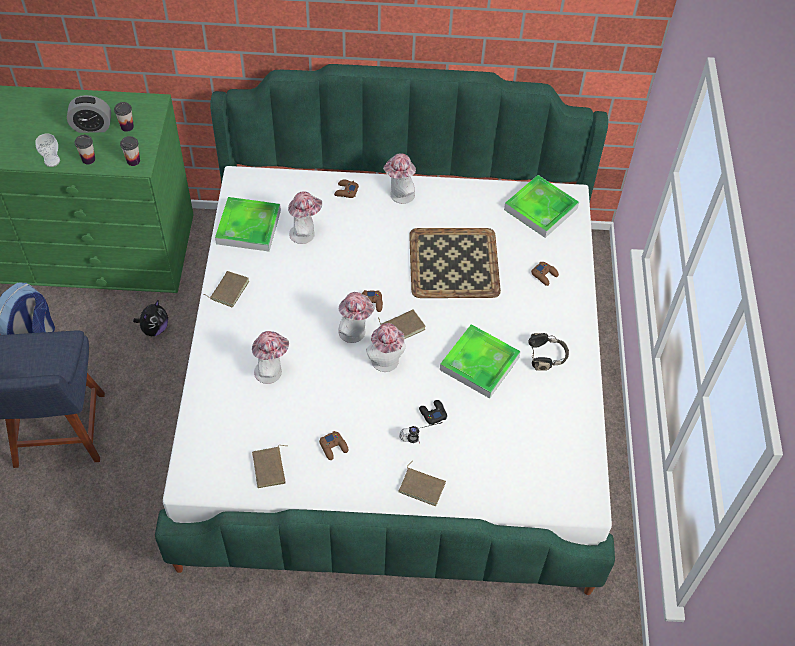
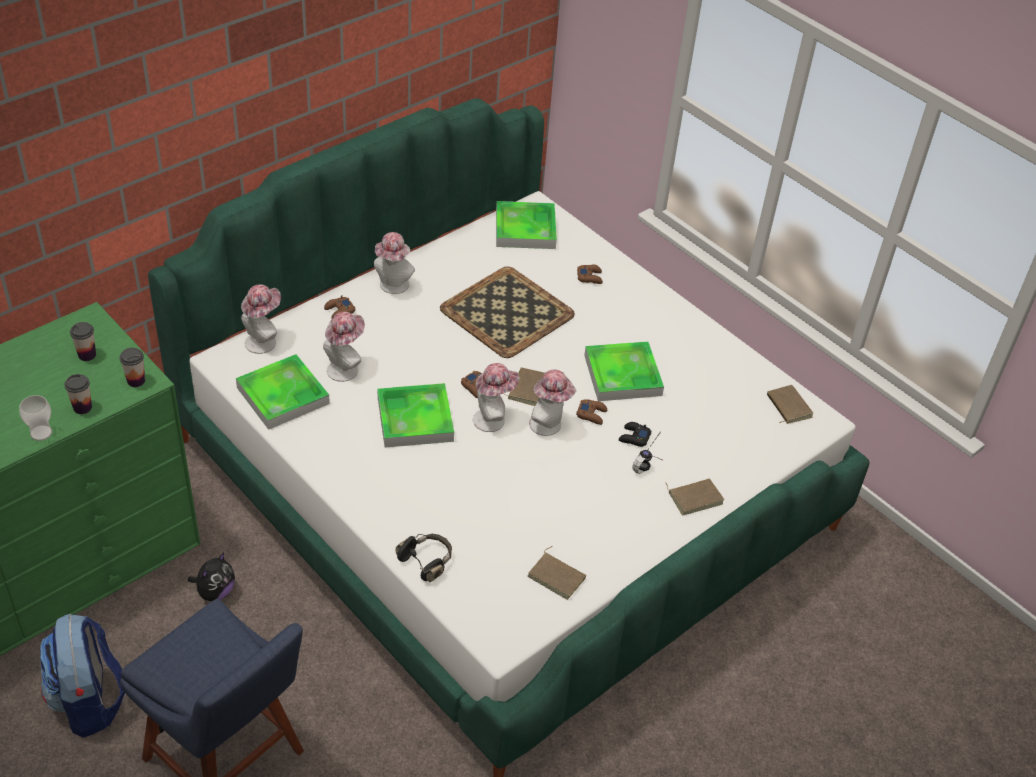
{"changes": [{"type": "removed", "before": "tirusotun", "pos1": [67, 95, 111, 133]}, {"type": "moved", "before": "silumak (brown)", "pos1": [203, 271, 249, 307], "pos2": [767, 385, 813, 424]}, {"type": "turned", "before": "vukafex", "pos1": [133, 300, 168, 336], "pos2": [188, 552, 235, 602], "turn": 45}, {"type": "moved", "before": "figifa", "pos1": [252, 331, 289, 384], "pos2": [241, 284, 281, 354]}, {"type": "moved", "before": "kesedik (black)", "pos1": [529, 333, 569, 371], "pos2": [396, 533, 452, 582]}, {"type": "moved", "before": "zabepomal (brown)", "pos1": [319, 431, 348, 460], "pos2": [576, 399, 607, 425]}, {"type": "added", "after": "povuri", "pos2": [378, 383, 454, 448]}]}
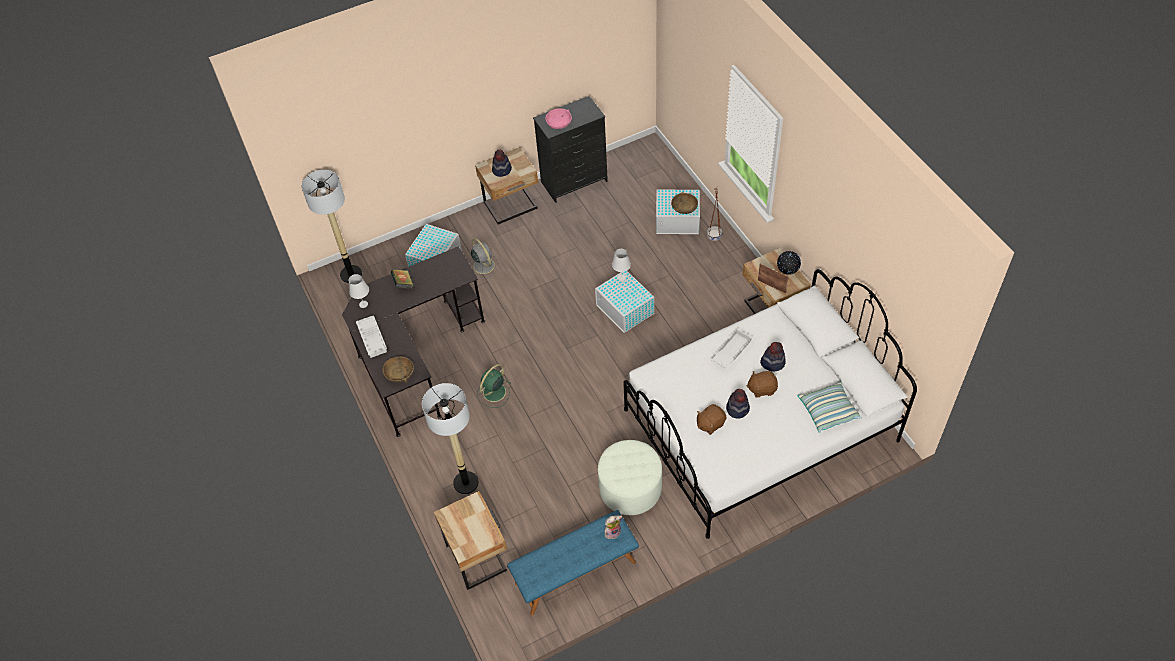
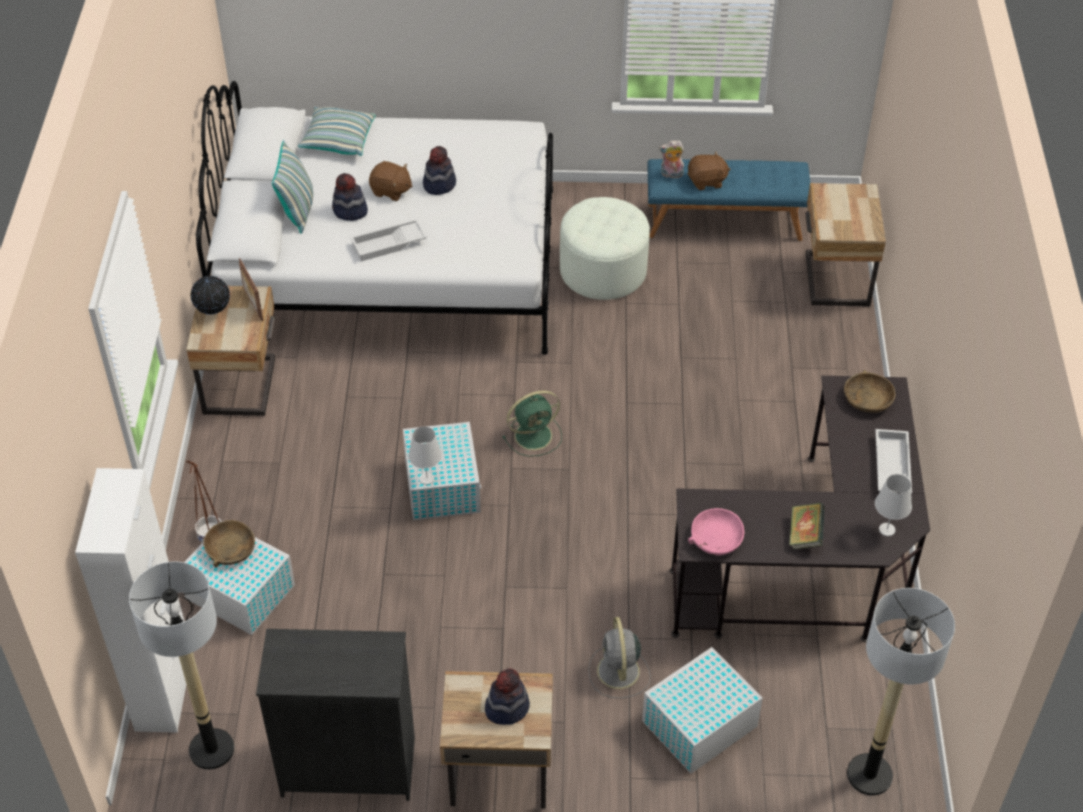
{"changes": [{"type": "moved", "before": "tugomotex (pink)", "pos1": [545, 109, 572, 129], "pos2": [688, 508, 744, 555]}, {"type": "moved", "before": "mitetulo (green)", "pos1": [477, 364, 511, 408], "pos2": [502, 391, 562, 457]}, {"type": "moved", "before": "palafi", "pos1": [422, 383, 479, 494], "pos2": [129, 561, 234, 770]}, {"type": "moved", "before": "vukafex (brown)", "pos1": [697, 404, 727, 435], "pos2": [688, 151, 730, 190]}, {"type": "added", "after": "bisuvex", "pos2": [272, 140, 313, 234]}, {"type": "added", "after": "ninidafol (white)", "pos2": [75, 468, 186, 733]}]}
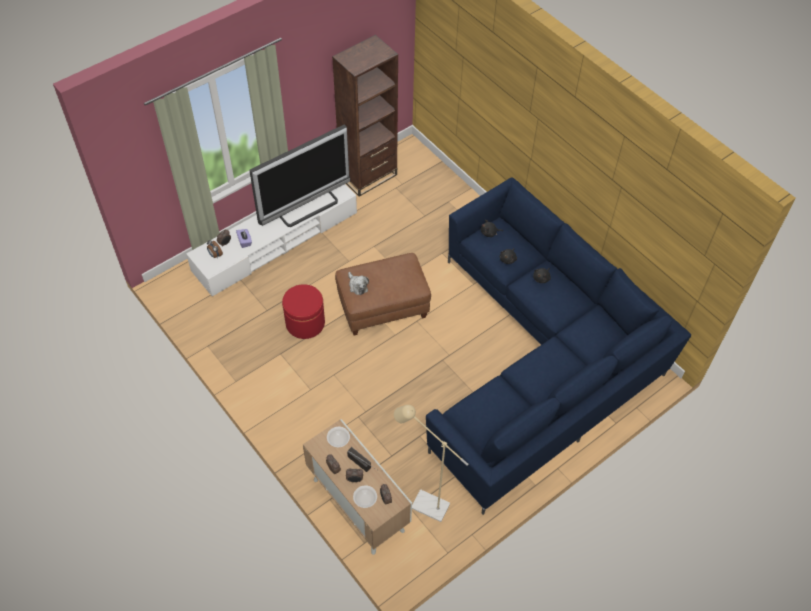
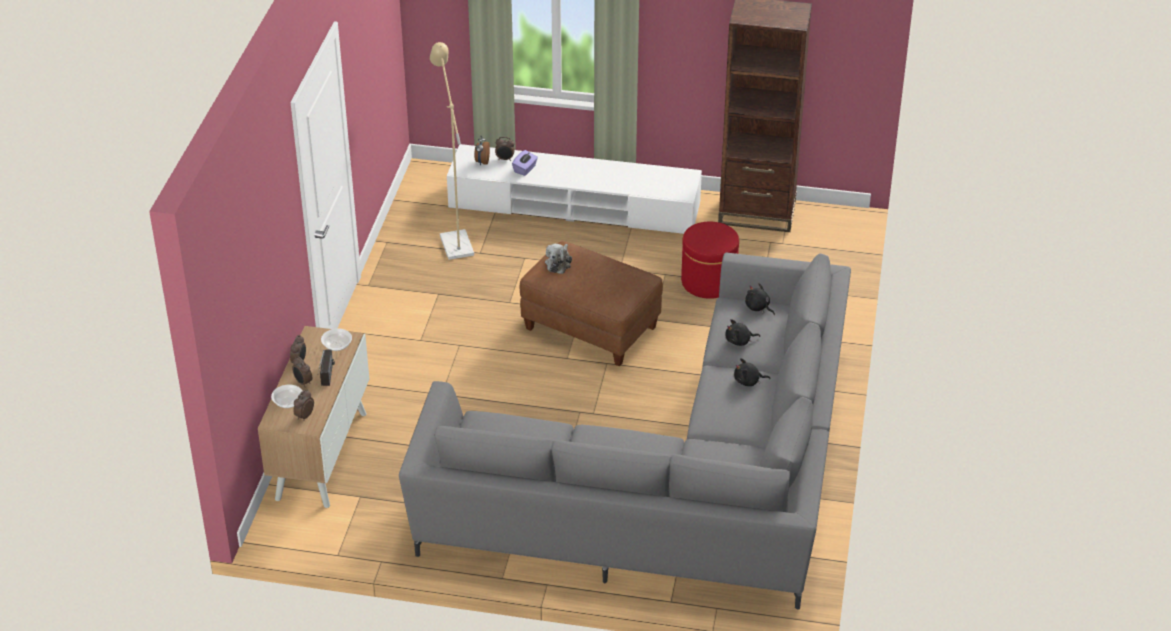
{"changes": [{"type": "removed", "before": "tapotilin", "pos1": [249, 124, 350, 227]}, {"type": "recoloured", "before": "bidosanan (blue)", "after": "bidosanan (grey)", "pos1": [426, 178, 691, 515], "pos2": [399, 253, 851, 609]}, {"type": "moved", "before": "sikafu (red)", "pos1": [282, 284, 325, 339], "pos2": [681, 222, 739, 299]}, {"type": "moved", "before": "palafi (beige)", "pos1": [394, 405, 468, 522], "pos2": [430, 42, 474, 260]}]}
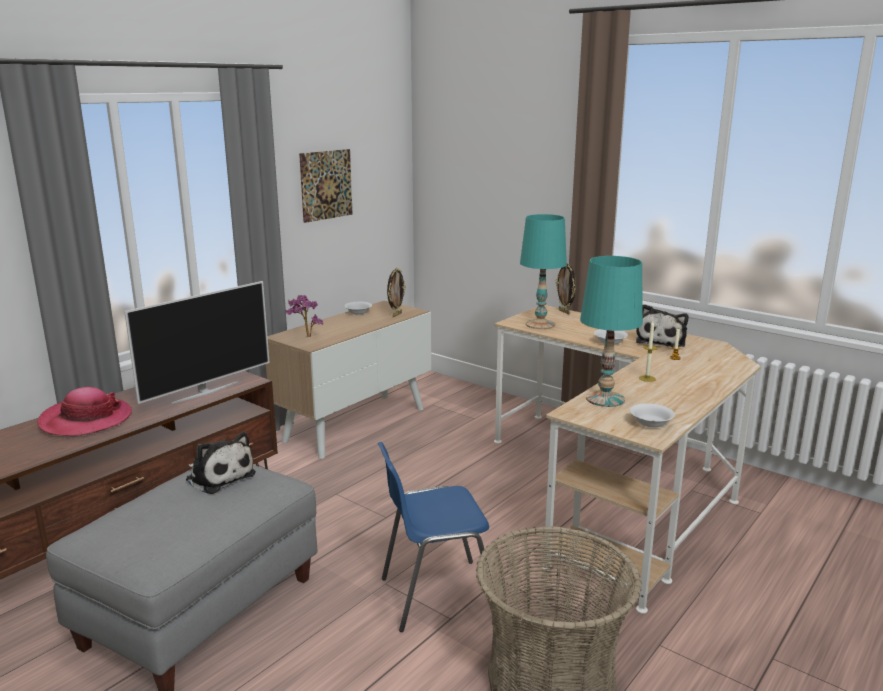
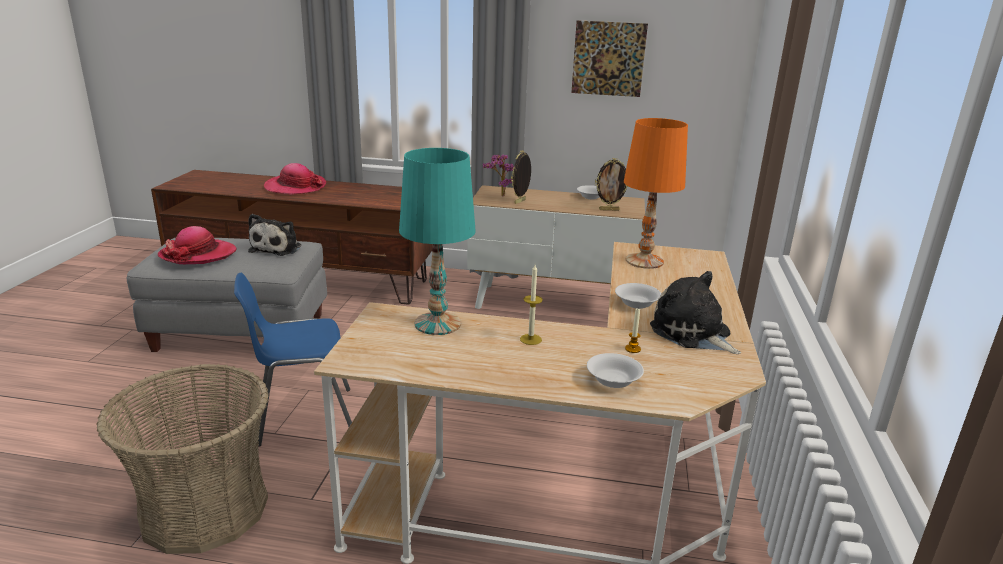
{"changes": [{"type": "recoloured", "before": "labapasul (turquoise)", "after": "labapasul (orange)", "pos1": [520, 214, 567, 329], "pos2": [624, 118, 688, 269]}, {"type": "moved", "before": "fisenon", "pos1": [556, 263, 576, 315], "pos2": [511, 150, 531, 204]}, {"type": "removed", "before": "tapotilin", "pos1": [124, 281, 270, 404]}, {"type": "turned", "before": "vukafex", "pos1": [636, 304, 688, 347], "pos2": [650, 271, 741, 354], "turn": 60}, {"type": "moved", "before": "tugomotex (white)", "pos1": [630, 403, 675, 428], "pos2": [587, 353, 644, 388]}, {"type": "turned", "before": "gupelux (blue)", "pos1": [377, 442, 496, 632], "pos2": [234, 273, 352, 447], "turn": -60}, {"type": "added", "after": "figifa", "pos2": [158, 226, 237, 264]}]}
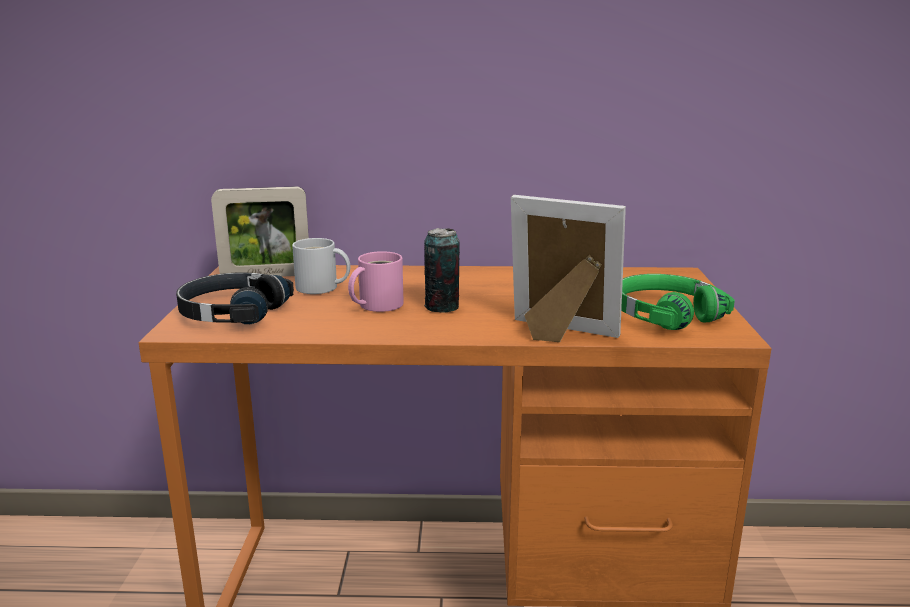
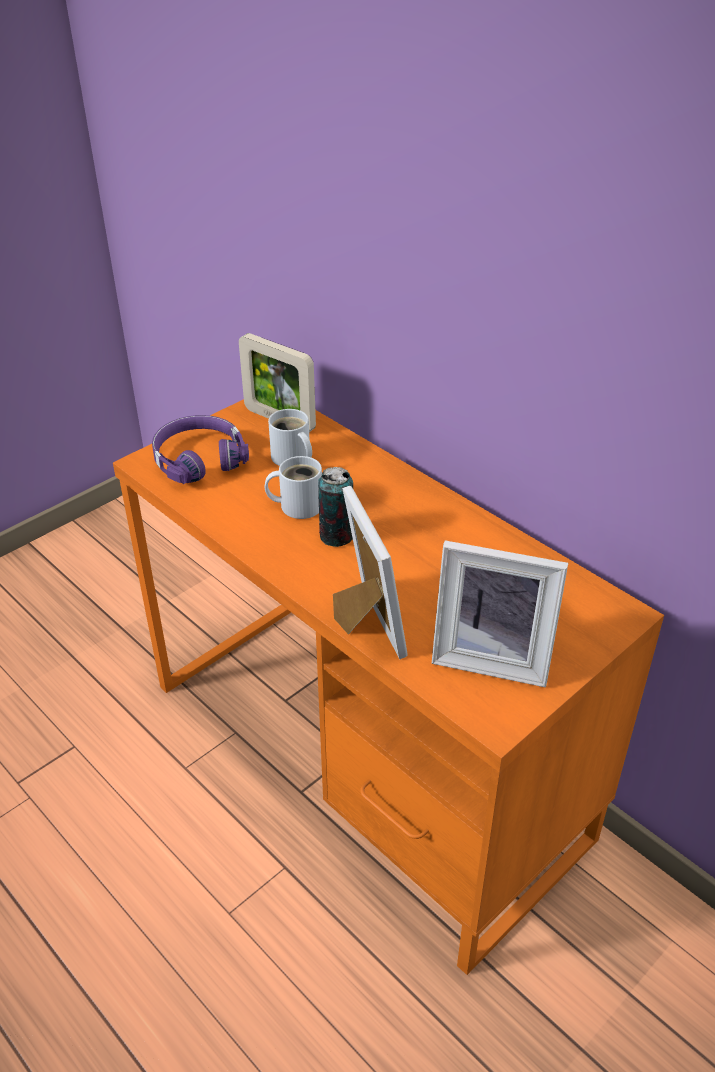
{"changes": [{"type": "recoloured", "before": "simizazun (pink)", "after": "simizazun (white)", "pos1": [348, 251, 404, 312], "pos2": [265, 456, 322, 519]}, {"type": "recoloured", "before": "kesedik (black)", "after": "kesedik (purple)", "pos1": [176, 272, 294, 324], "pos2": [152, 415, 249, 484]}, {"type": "replaced", "before": "kesedik (green)", "after": "fisenon", "pos1": [621, 274, 735, 330], "pos2": [432, 540, 568, 687]}]}
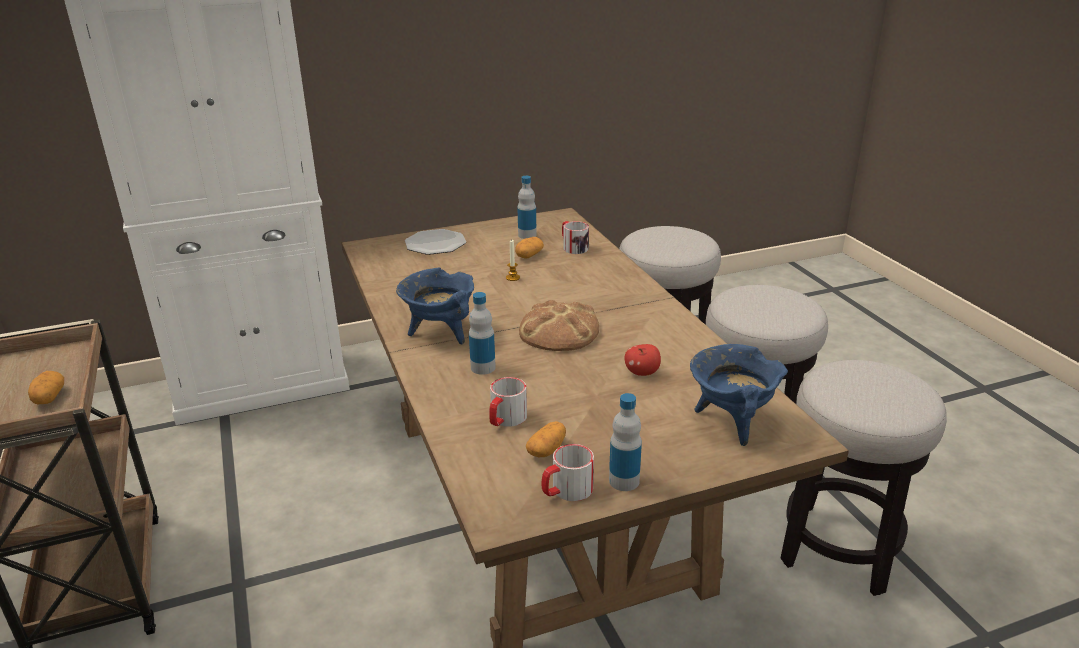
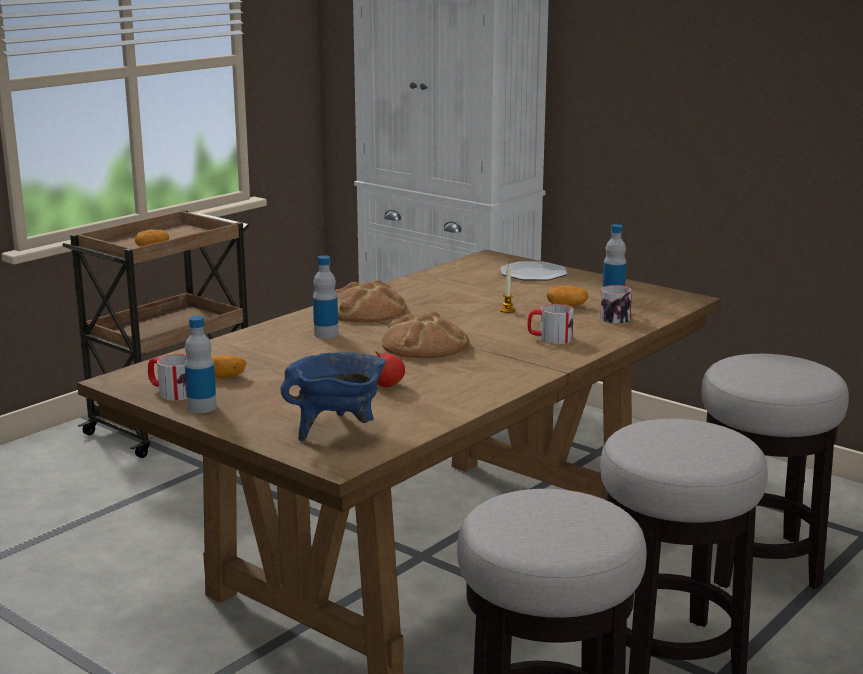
{"changes": [{"type": "replaced", "before": "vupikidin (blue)", "after": "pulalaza", "pos1": [396, 268, 474, 344], "pos2": [335, 279, 407, 322]}, {"type": "moved", "before": "simizazun", "pos1": [489, 377, 527, 427], "pos2": [527, 304, 574, 344]}]}
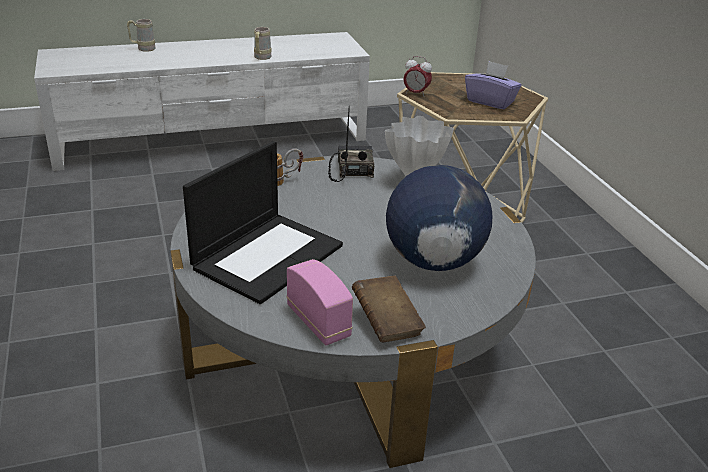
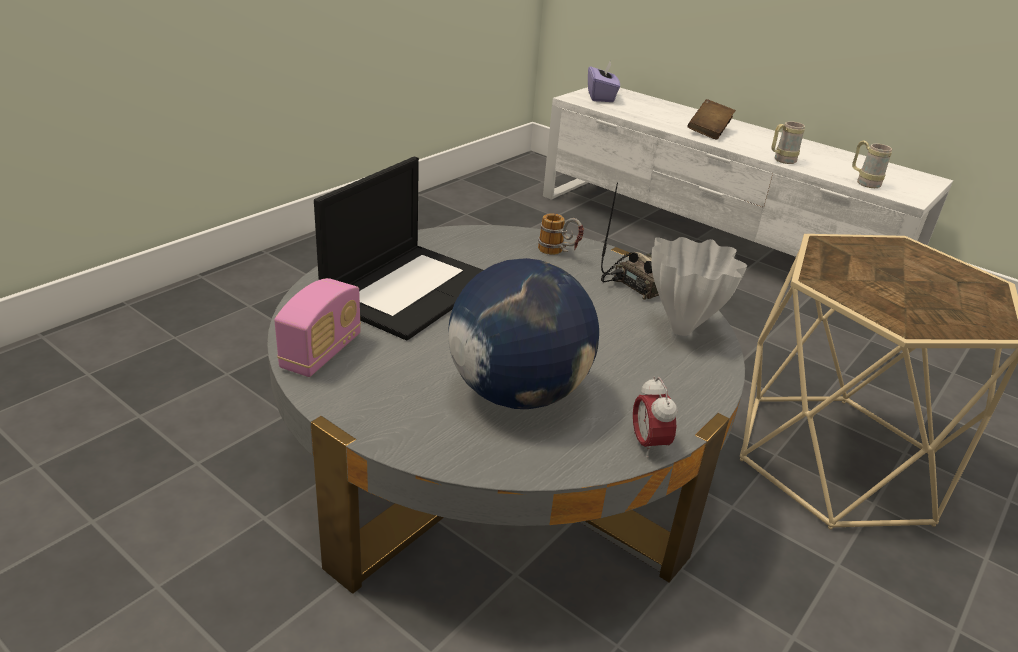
{"changes": [{"type": "moved", "before": "simizazun (beige)", "pos1": [127, 19, 155, 52], "pos2": [852, 140, 892, 188]}, {"type": "moved", "before": "tirusotun", "pos1": [403, 56, 432, 97], "pos2": [633, 376, 678, 458]}, {"type": "moved", "before": "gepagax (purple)", "pos1": [465, 61, 522, 109], "pos2": [588, 61, 620, 102]}, {"type": "turned", "before": "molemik", "pos1": [183, 141, 343, 304], "pos2": [314, 157, 483, 340], "turn": -60}, {"type": "moved", "before": "silumak (brown)", "pos1": [352, 276, 426, 342], "pos2": [688, 99, 736, 140]}]}
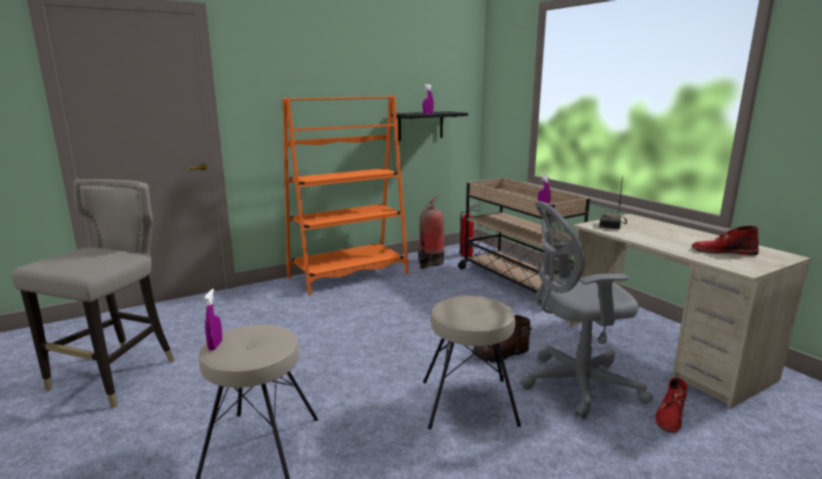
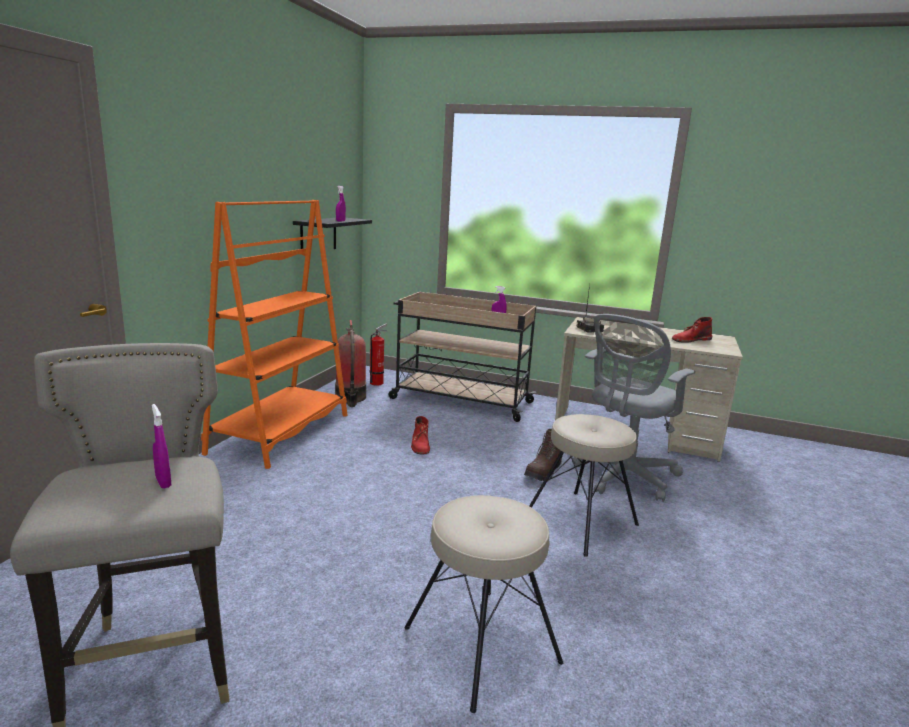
{"changes": [{"type": "moved", "before": "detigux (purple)", "pos1": [204, 289, 222, 350], "pos2": [152, 404, 171, 489]}, {"type": "moved", "before": "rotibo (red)", "pos1": [655, 378, 688, 433], "pos2": [411, 416, 430, 455]}]}
